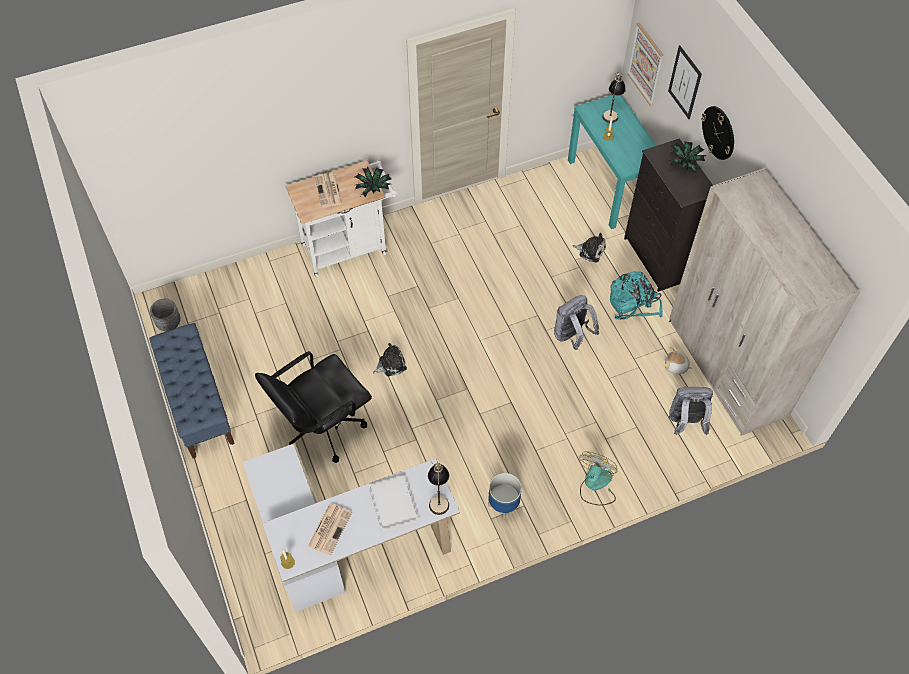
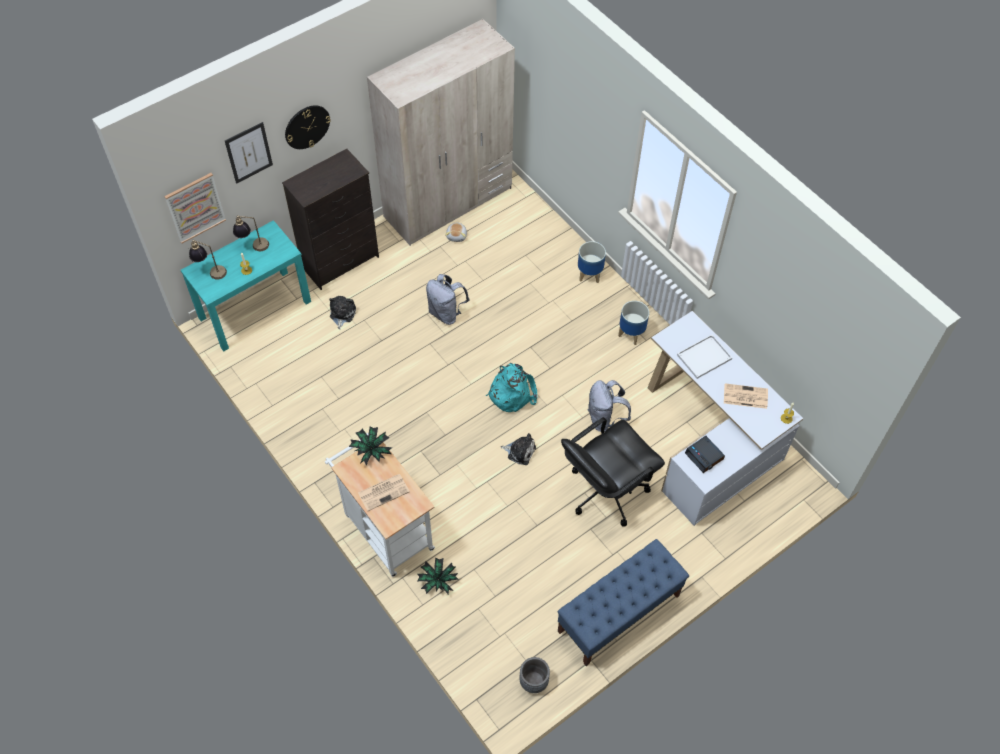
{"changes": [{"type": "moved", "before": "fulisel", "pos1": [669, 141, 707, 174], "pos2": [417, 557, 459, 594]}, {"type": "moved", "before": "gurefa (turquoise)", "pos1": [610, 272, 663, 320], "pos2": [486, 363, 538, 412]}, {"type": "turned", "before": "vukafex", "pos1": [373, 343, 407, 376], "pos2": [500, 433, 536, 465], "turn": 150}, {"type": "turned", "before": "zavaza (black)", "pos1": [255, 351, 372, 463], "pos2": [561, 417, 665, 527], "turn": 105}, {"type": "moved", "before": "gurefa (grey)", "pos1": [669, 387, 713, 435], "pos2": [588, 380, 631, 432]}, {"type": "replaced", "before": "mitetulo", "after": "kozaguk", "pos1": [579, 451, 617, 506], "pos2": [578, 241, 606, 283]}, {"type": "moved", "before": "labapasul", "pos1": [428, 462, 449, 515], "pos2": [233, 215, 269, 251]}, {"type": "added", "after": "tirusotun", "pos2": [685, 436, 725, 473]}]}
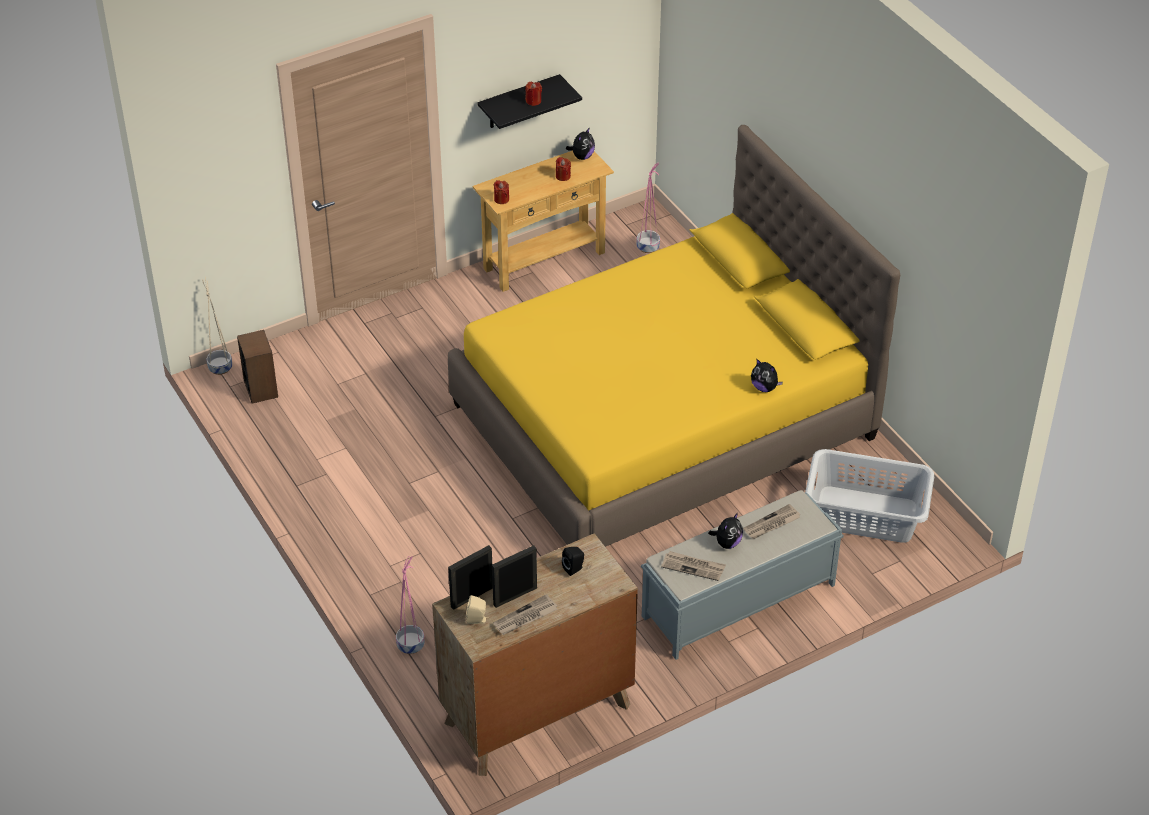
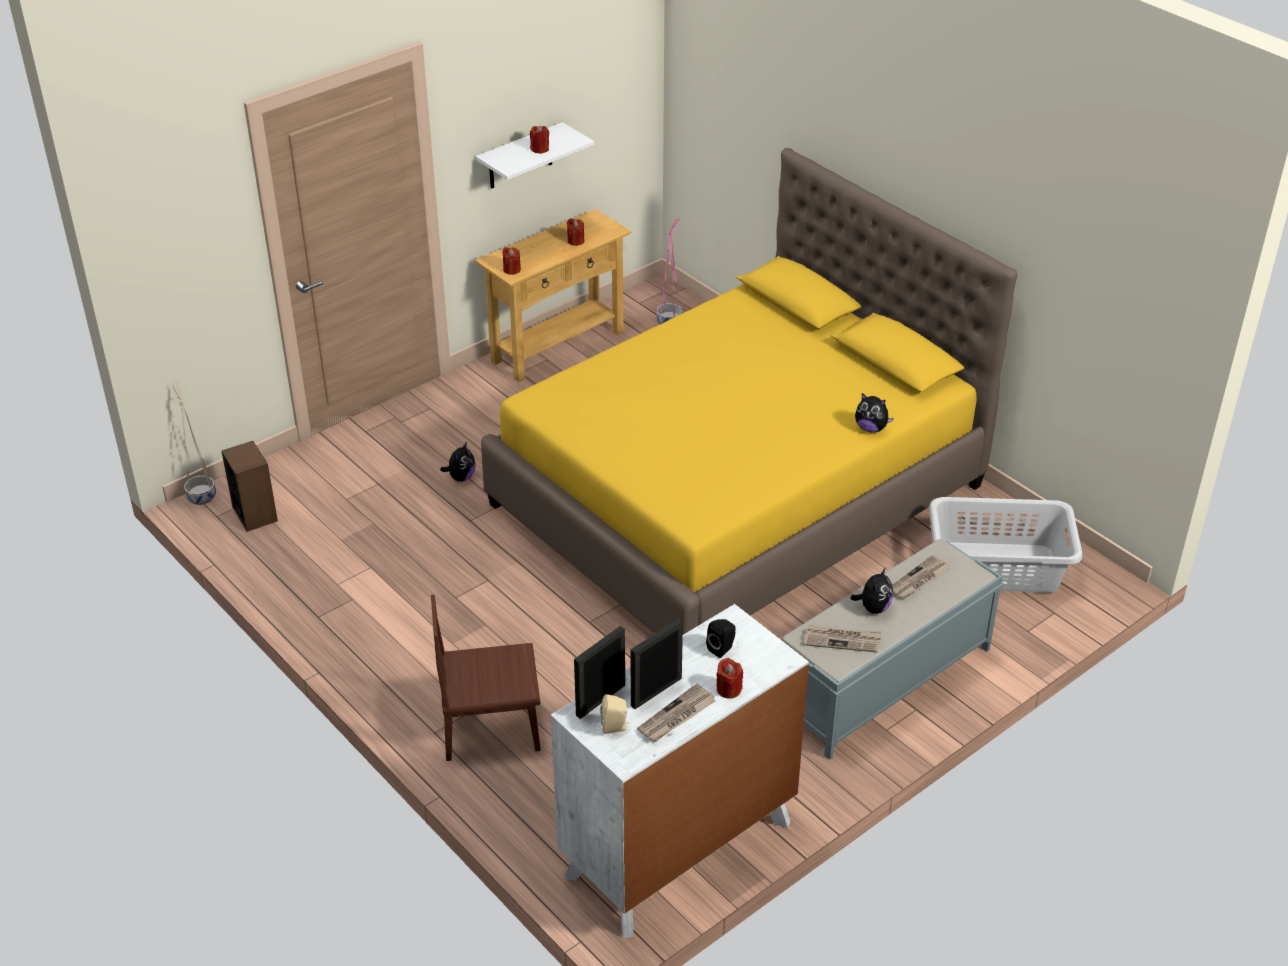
{"changes": [{"type": "recoloured", "before": "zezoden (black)", "after": "zezoden (white)", "pos1": [477, 74, 582, 129], "pos2": [476, 122, 594, 189]}, {"type": "moved", "before": "vukafex", "pos1": [566, 127, 595, 160], "pos2": [440, 441, 475, 482]}, {"type": "recoloured", "before": "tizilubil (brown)", "after": "tizilubil (white)", "pos1": [432, 533, 638, 776], "pos2": [551, 604, 809, 938]}, {"type": "removed", "before": "kozaguk (pink)", "pos1": [396, 555, 424, 654]}, {"type": "added", "after": "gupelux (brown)", "pos2": [431, 595, 541, 761]}, {"type": "added", "after": "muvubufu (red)", "pos2": [716, 658, 743, 698]}]}
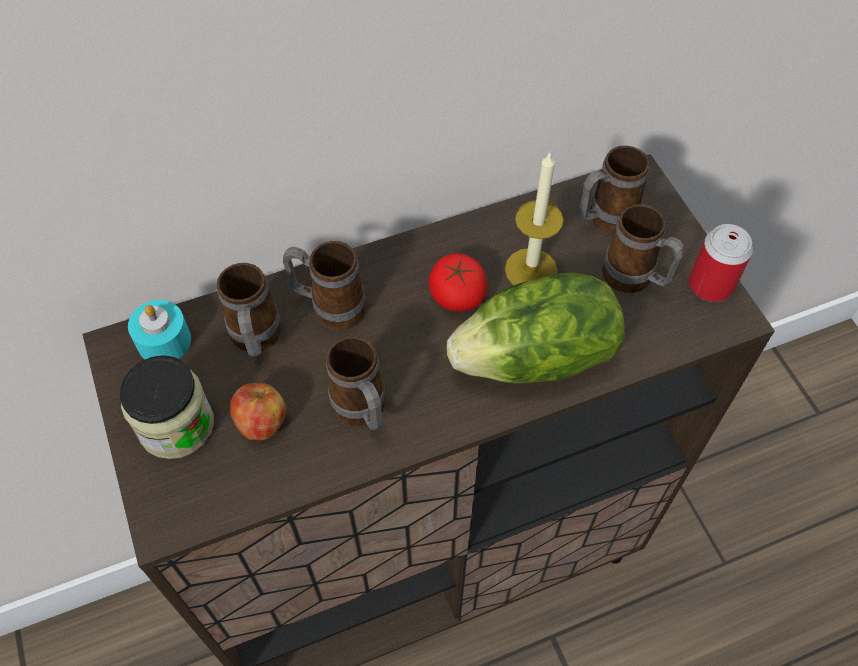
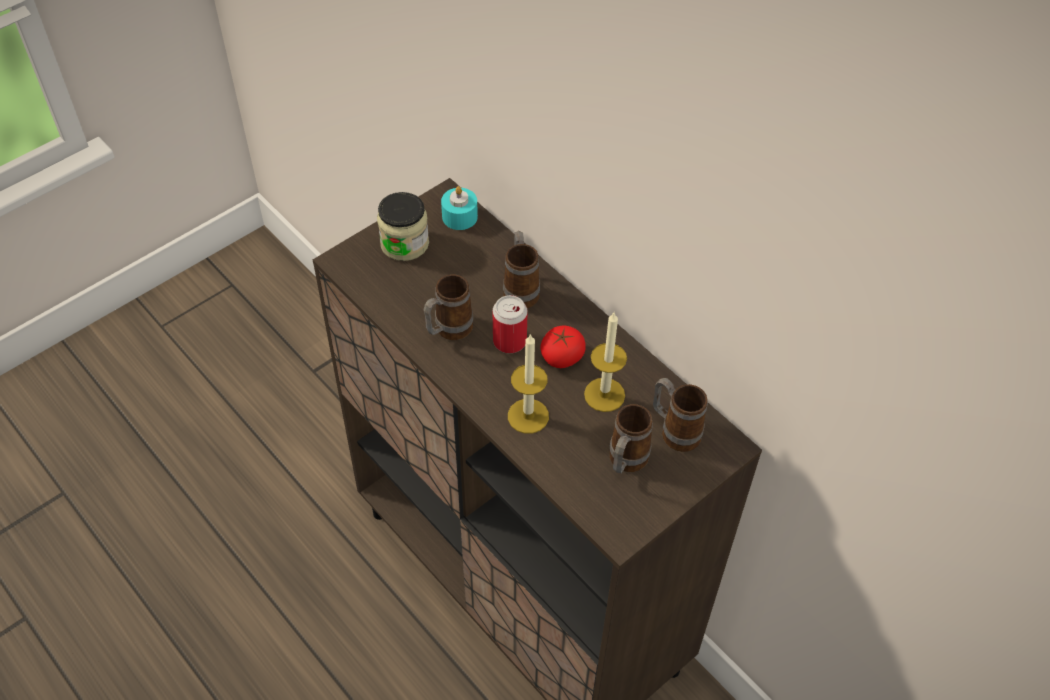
{"changes": [{"type": "moved", "before": "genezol", "pos1": [689, 224, 753, 302], "pos2": [493, 295, 527, 353]}, {"type": "removed", "before": "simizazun", "pos1": [217, 263, 281, 357]}, {"type": "replaced", "before": "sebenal", "after": "muvubufu", "pos1": [447, 272, 625, 383], "pos2": [508, 334, 549, 434]}, {"type": "removed", "before": "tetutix", "pos1": [230, 383, 286, 440]}]}
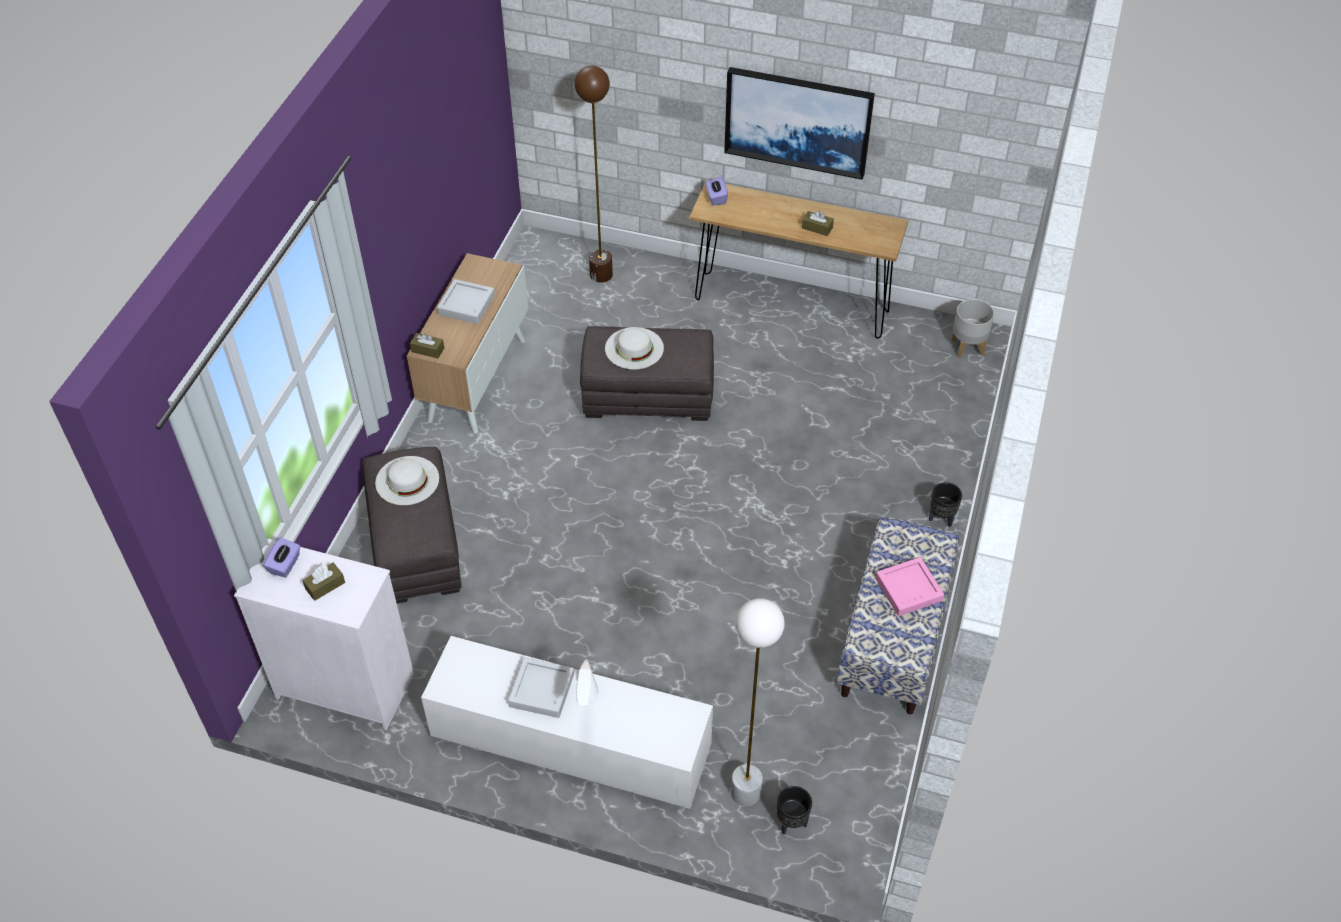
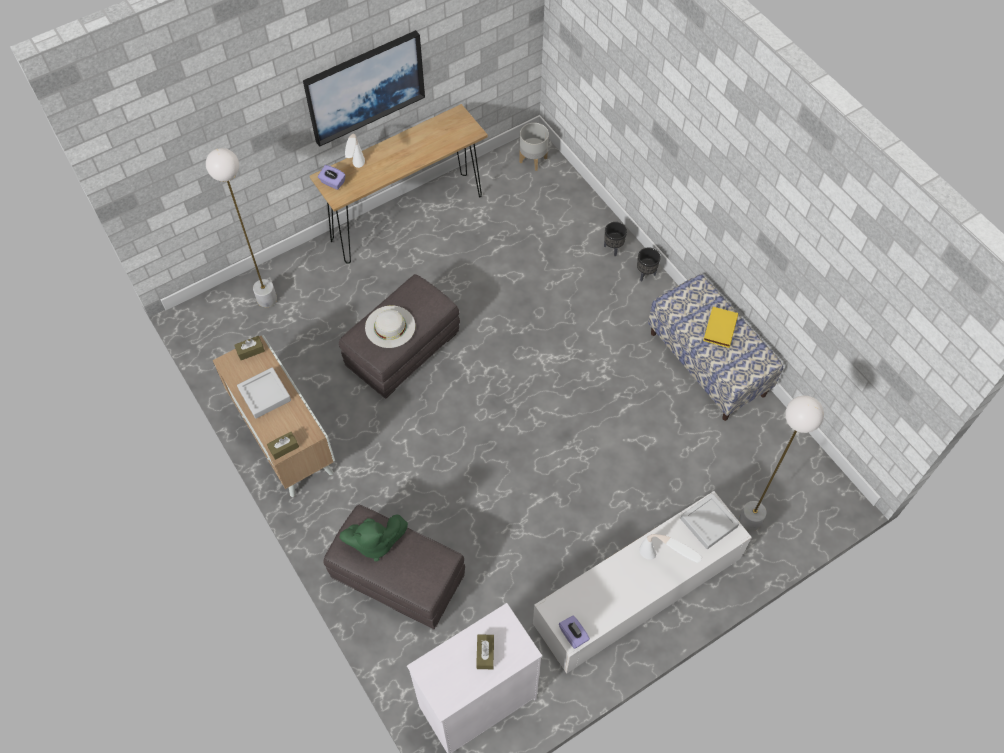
{"changes": [{"type": "recoloured", "before": "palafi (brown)", "after": "palafi (white)", "pos1": [574, 65, 613, 283], "pos2": [206, 148, 277, 307]}, {"type": "moved", "before": "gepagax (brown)", "pos1": [802, 210, 834, 236], "pos2": [235, 336, 265, 360]}, {"type": "replaced", "before": "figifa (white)", "after": "vukafex (green)", "pos1": [375, 456, 439, 505], "pos2": [340, 514, 408, 561]}, {"type": "moved", "before": "gepagax (purple)", "pos1": [263, 537, 301, 578], "pos2": [559, 616, 590, 649]}, {"type": "replaced", "before": "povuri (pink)", "after": "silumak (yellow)", "pos1": [876, 557, 944, 616], "pos2": [703, 307, 738, 348]}, {"type": "moved", "before": "povuri (grey)", "pos1": [508, 657, 574, 718], "pos2": [680, 493, 739, 549]}, {"type": "moved", "before": "kozaguk (black)", "pos1": [777, 786, 812, 835], "pos2": [604, 222, 627, 256]}, {"type": "added", "after": "labapasul (white)", "pos2": [345, 133, 365, 168]}]}
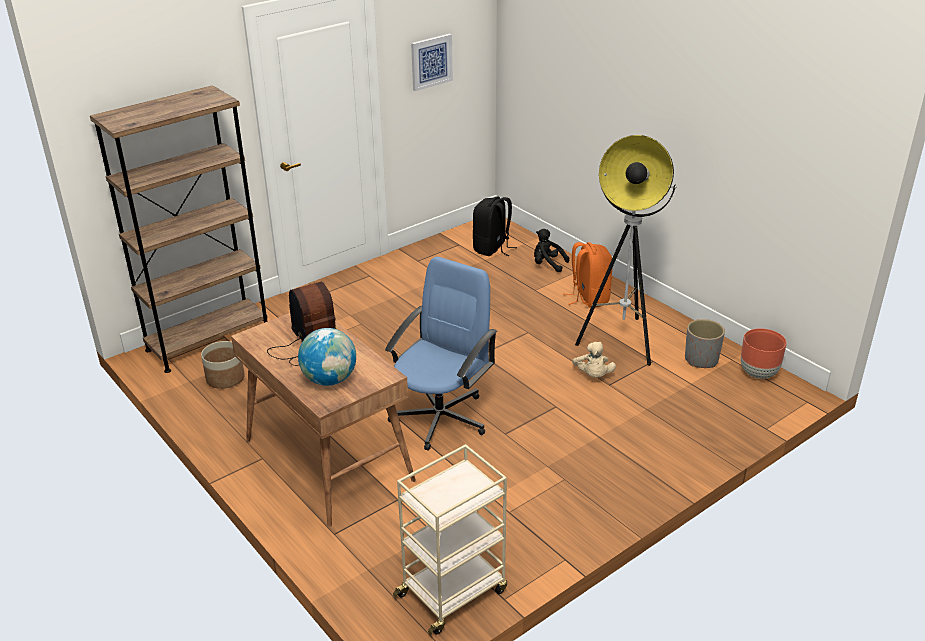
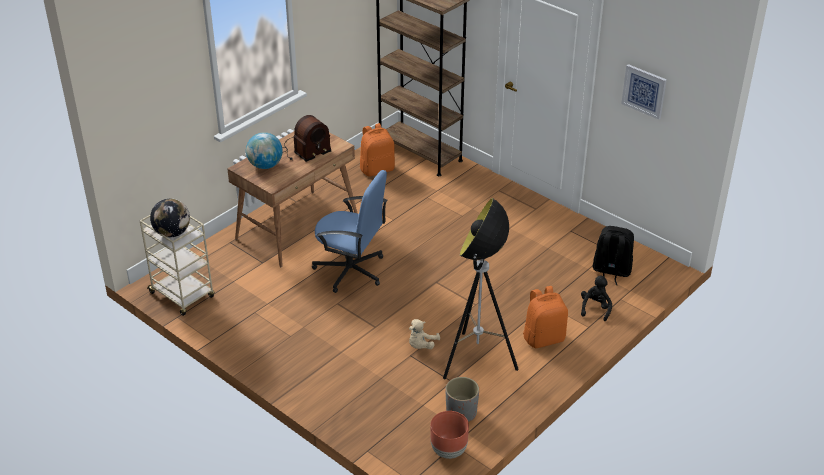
{"changes": [{"type": "replaced", "before": "kozaguk", "after": "gurefa (orange)", "pos1": [201, 341, 245, 389], "pos2": [360, 123, 395, 176]}, {"type": "turned", "before": "vukafex (beige)", "pos1": [572, 342, 616, 378], "pos2": [409, 319, 440, 349], "turn": -45}, {"type": "added", "after": "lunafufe", "pos2": [150, 199, 190, 237]}]}
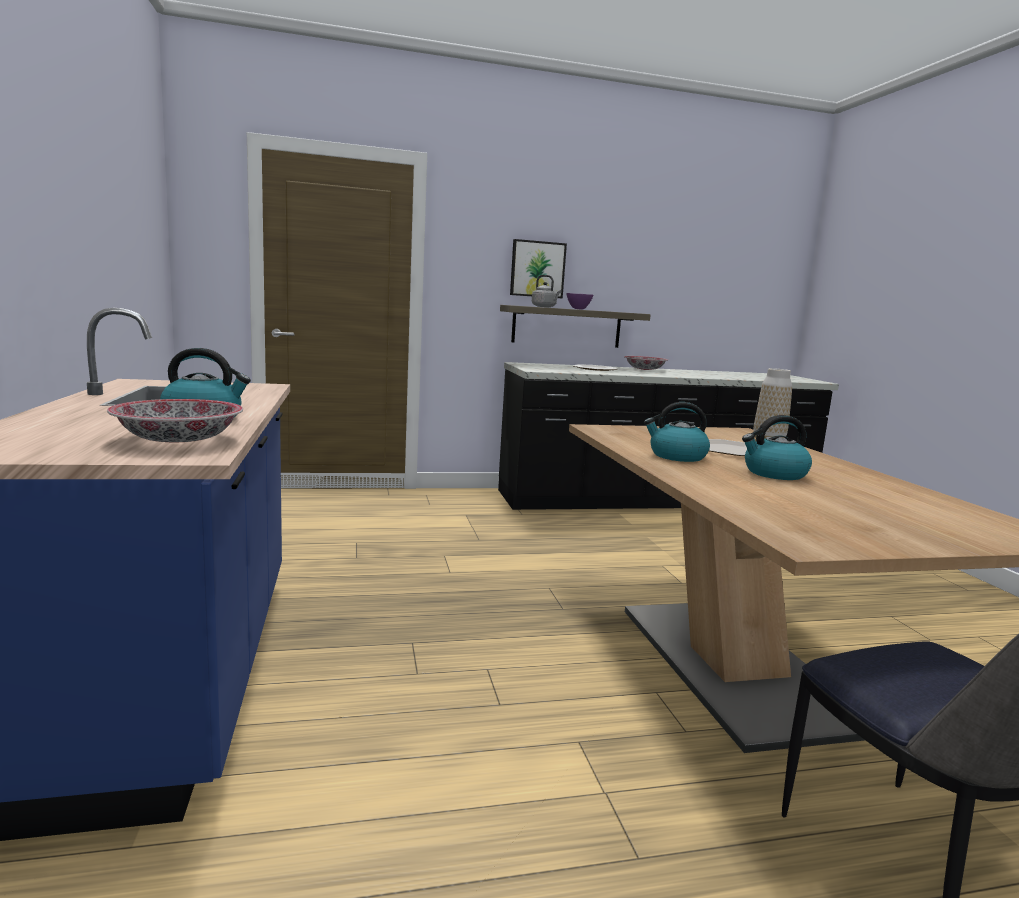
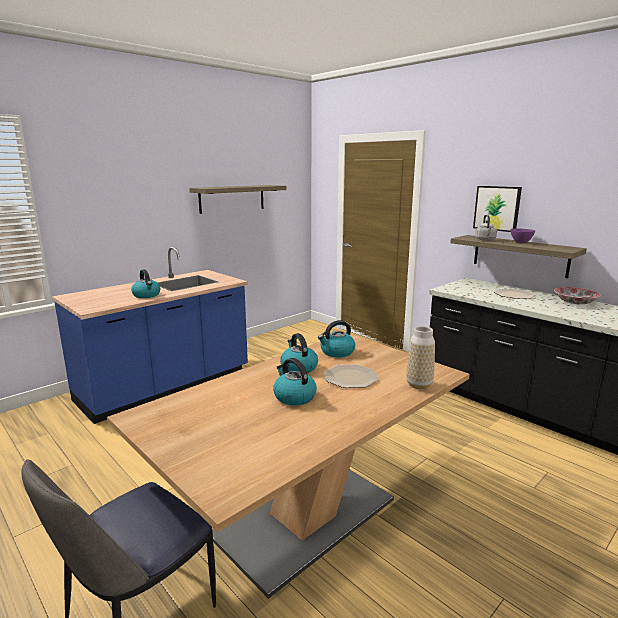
{"changes": [{"type": "removed", "before": "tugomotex", "pos1": [107, 399, 243, 442]}, {"type": "added", "after": "zezoden", "pos2": [189, 185, 287, 214]}, {"type": "added", "after": "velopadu", "pos2": [318, 320, 355, 358]}]}
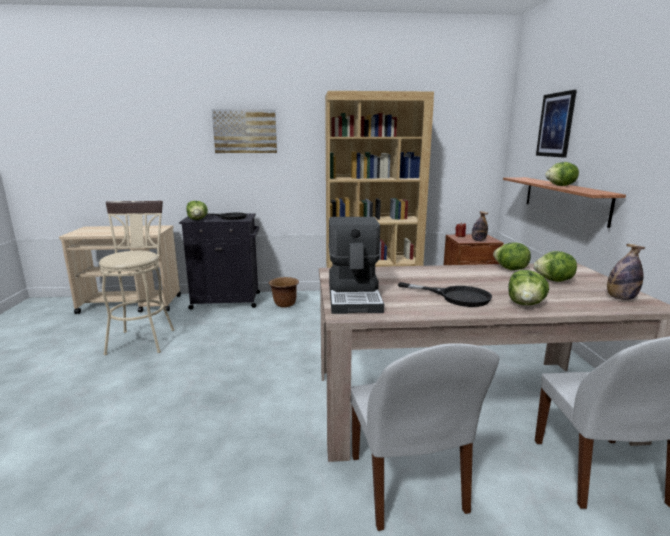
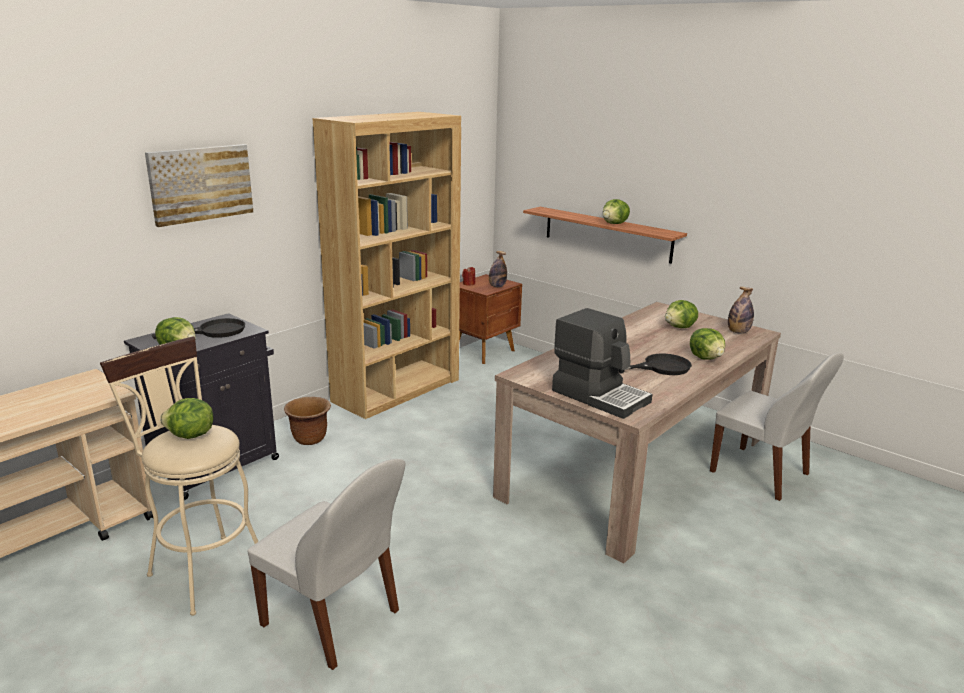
{"changes": [{"type": "removed", "before": "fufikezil", "pos1": [536, 90, 577, 158]}, {"type": "moved", "before": "sebenal", "pos1": [493, 242, 531, 270], "pos2": [160, 398, 214, 439]}, {"type": "moved", "before": "gupelux (white)", "pos1": [351, 343, 499, 531], "pos2": [247, 459, 406, 670]}]}
